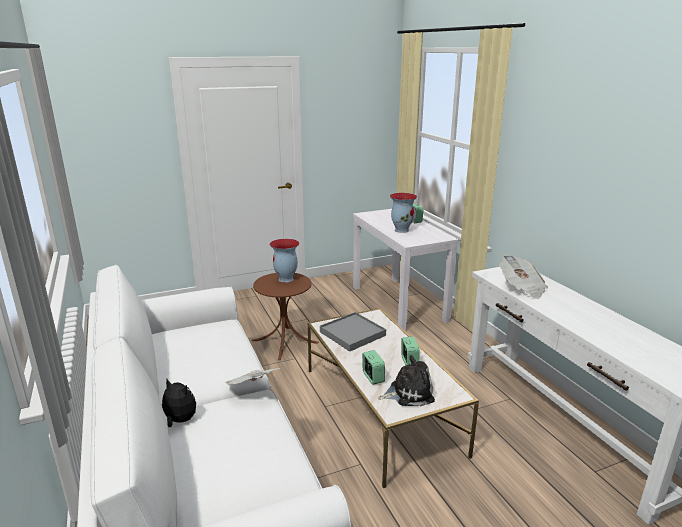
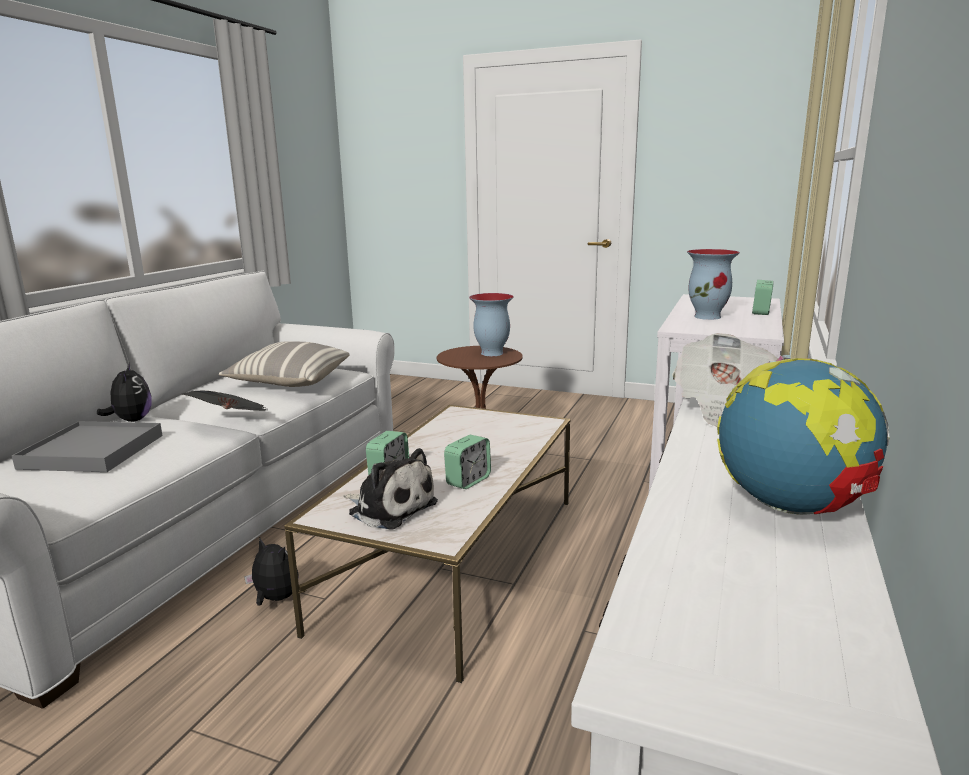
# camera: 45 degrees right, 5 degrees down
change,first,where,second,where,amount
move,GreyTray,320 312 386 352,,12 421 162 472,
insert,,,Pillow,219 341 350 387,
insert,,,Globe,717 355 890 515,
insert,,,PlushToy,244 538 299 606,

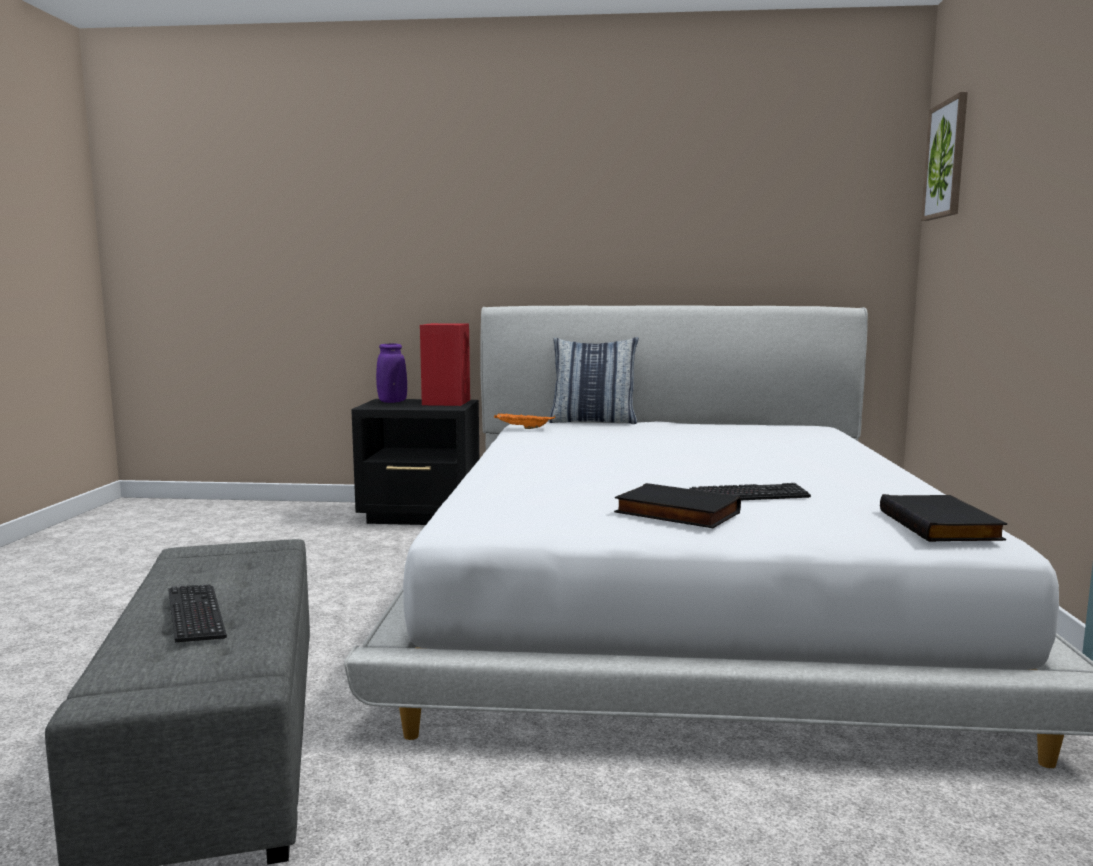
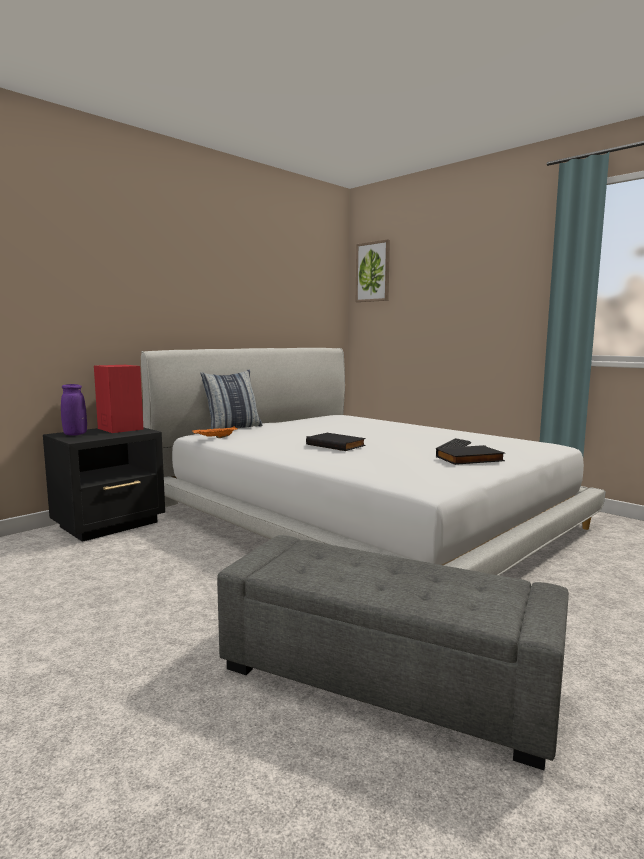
# camera: 50 degrees left, 0 degrees up
change,first,where,second,where,amount
move,BlackBook,880 494 1007 542,,306 433 366 451,
delete,Keyboard,168 585 227 642,,,

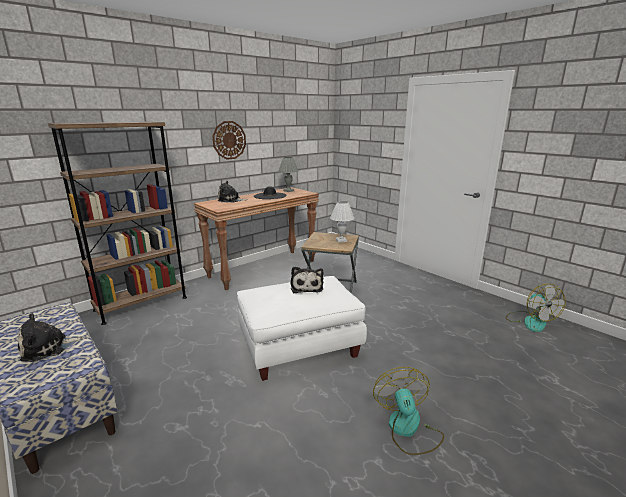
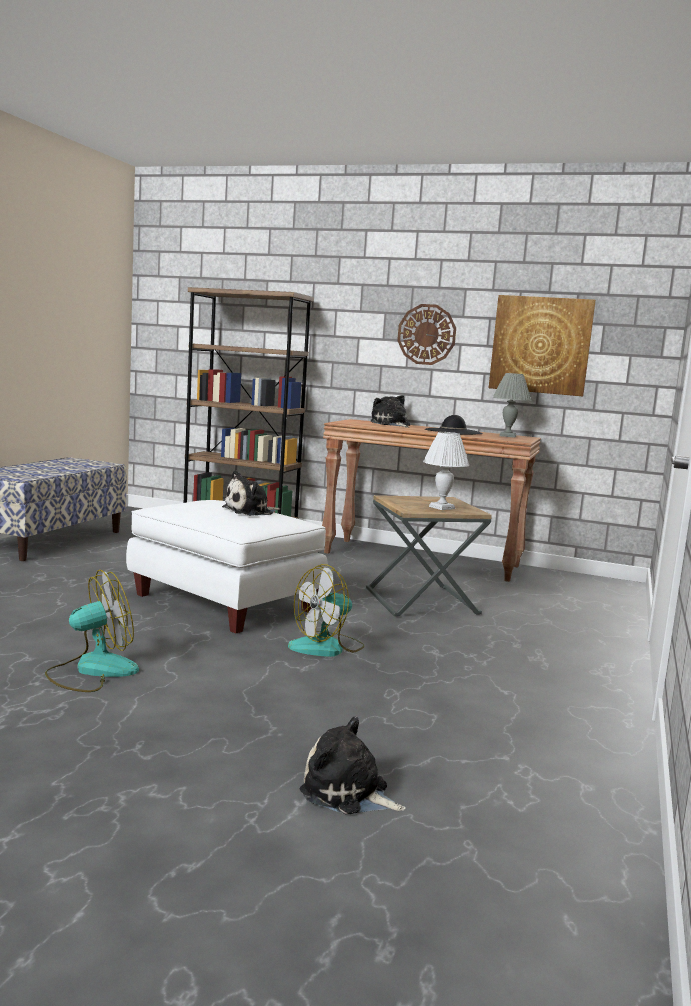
# camera: 60 degrees right, 10 degrees down
change,first,where,second,where,amount
move,Fan,506 284 566 332,,288 564 365 657,
move,PlushToy,18 313 84 362,,299 717 406 815,
insert,,,Picture,489 295 596 396,

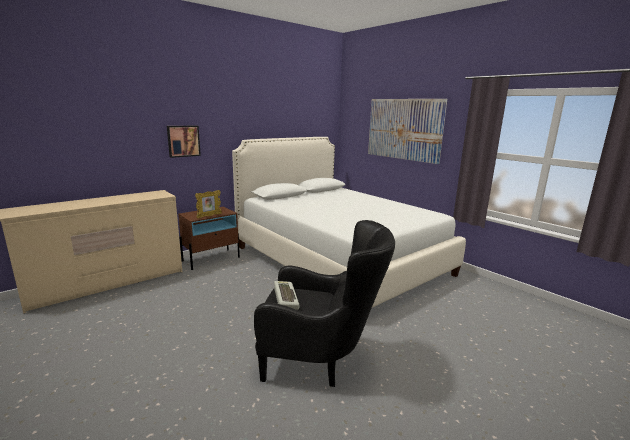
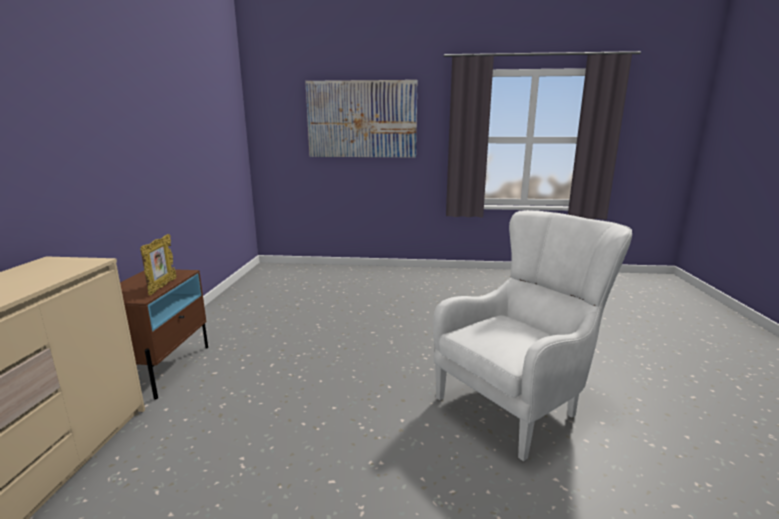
# camera: 45 degrees left, 0 degrees up
change,first,where,second,where,amount
delete,Picture,167 126 201 158,,,
delete,WhiteBed,232 137 466 308,,,
recolor,BlackArmchair,254 220 395 387,WhiteArmchair,433 210 632 461,
delete,Keyboard,274 281 299 310,,,

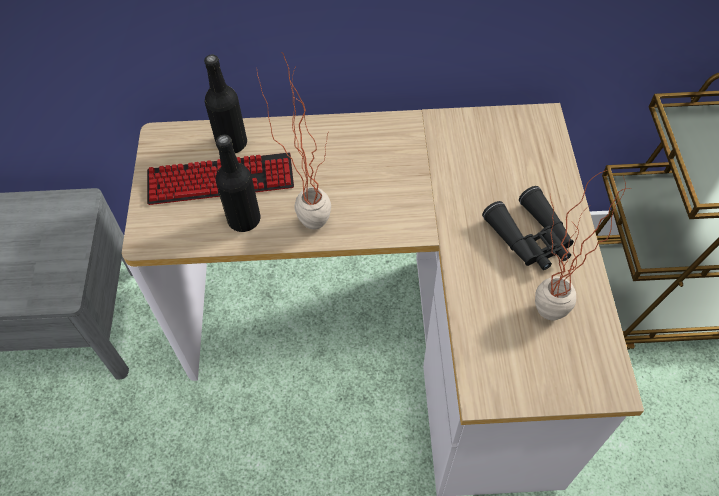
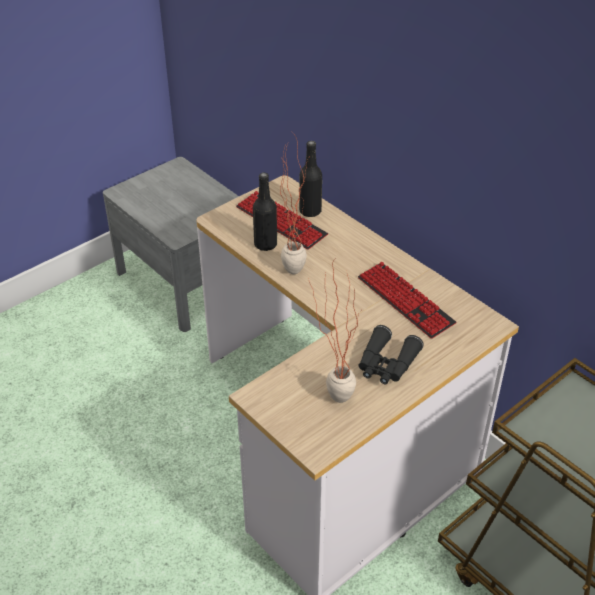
# camera: 50 degrees right, 15 degrees down
change,first,where,second,where,amount
insert,,,Keyboard,358 262 456 339,

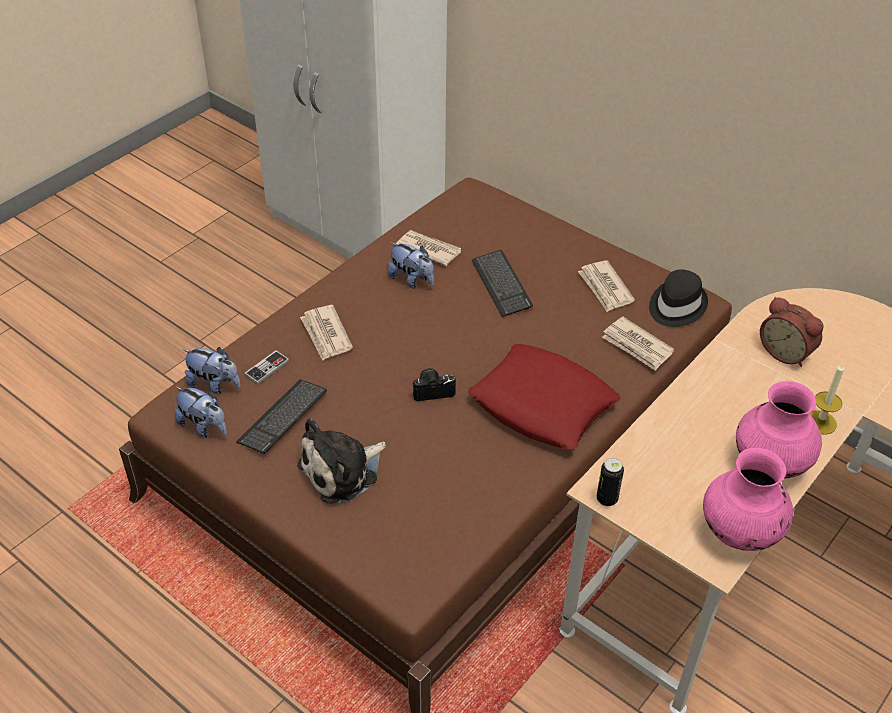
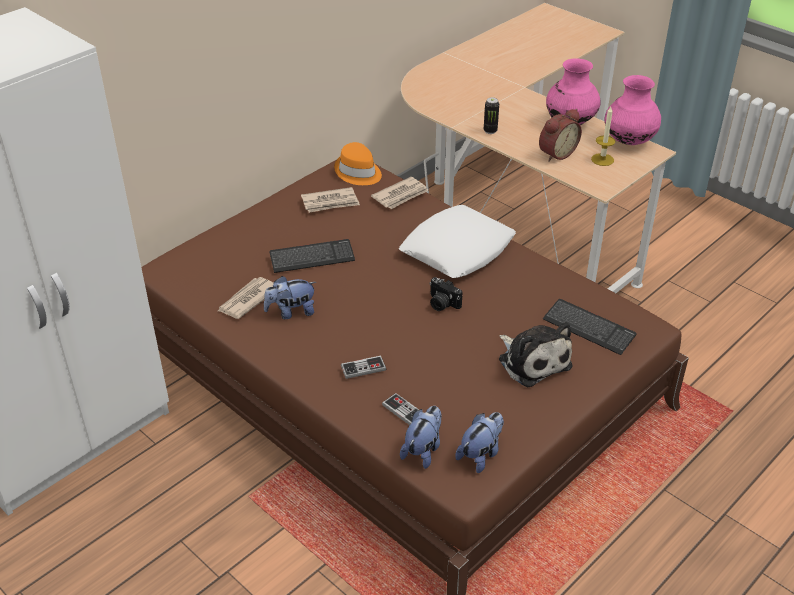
# camera: 85 degrees left, 5 degrees down
change,first,where,second,where,amount
rotate,PlushToy,388 242 434 289,,264 276 316 319,150 degrees counterclockwise
recolor,BlackHat,649 270 708 327,OrangeHat,334 142 382 185,
move,AlarmClock,760 297 824 367,,539 109 582 162,
replace,Newspaper,300 305 353 361,GameController,341 356 386 379,
recolor,RedPillow,468 344 621 450,WhitePillow,399 205 516 278,
move,Candle,809 363 844 435,,591 107 615 166,
rotate,PhotoCamera,412 368 456 401,,430 277 463 311,45 degrees counterclockwise
move,Keyboard,236 379 327 454,,543 299 637 355,
move,Can,597 458 624 506,,484 97 499 134,

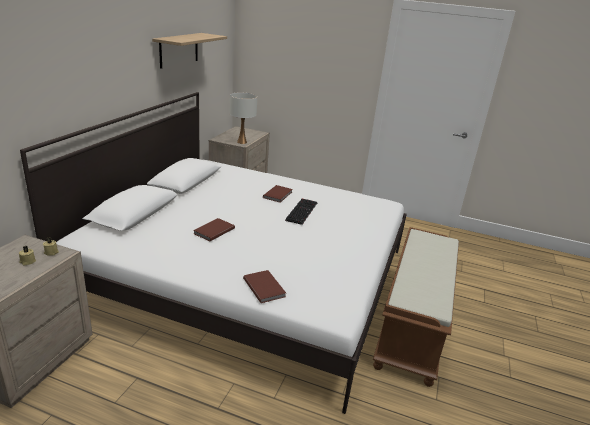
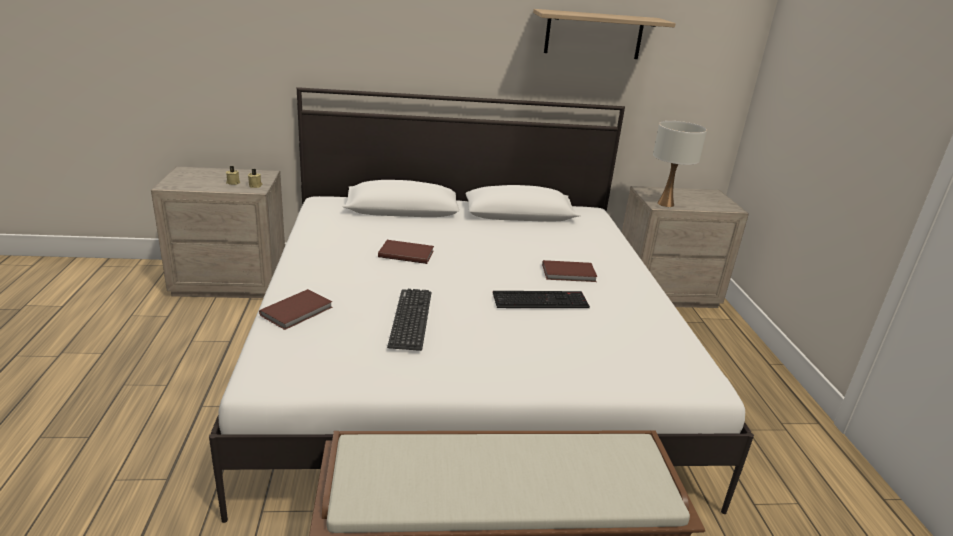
# camera: 65 degrees right, 0 degrees up
change,first,where,second,where,amount
insert,,,Keyboard,387 289 431 351,

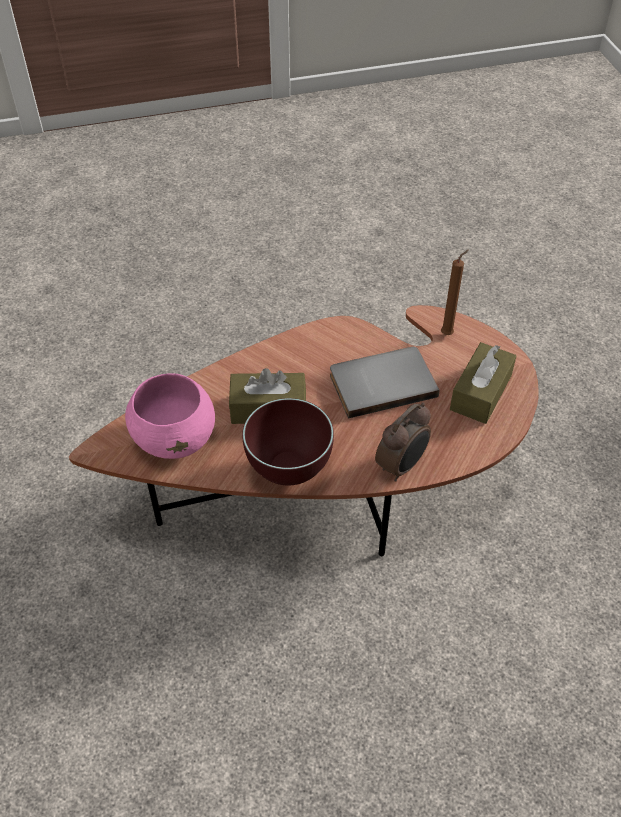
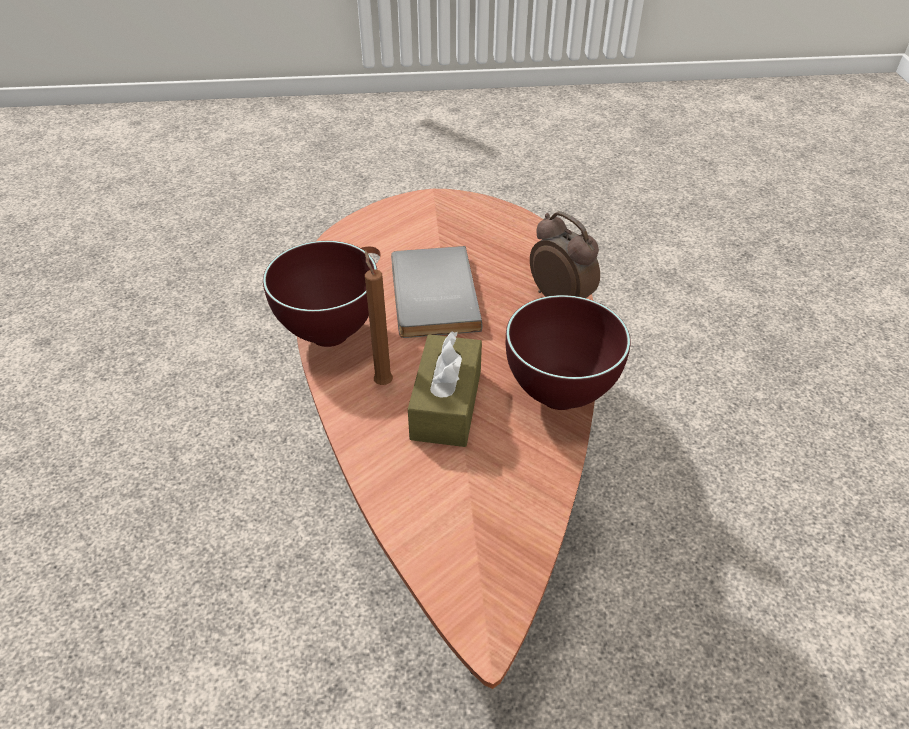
# camera: 80 degrees left, 5 degrees down
change,first,where,second,where,amount
move,BrownCandle,441 249 469 335,,365 250 393 385,
delete,BrownTissueBox,450 342 516 424,,,
delete,PinkBowl,125 373 215 459,,,
insert,,,BrownBowl,263 241 377 347,

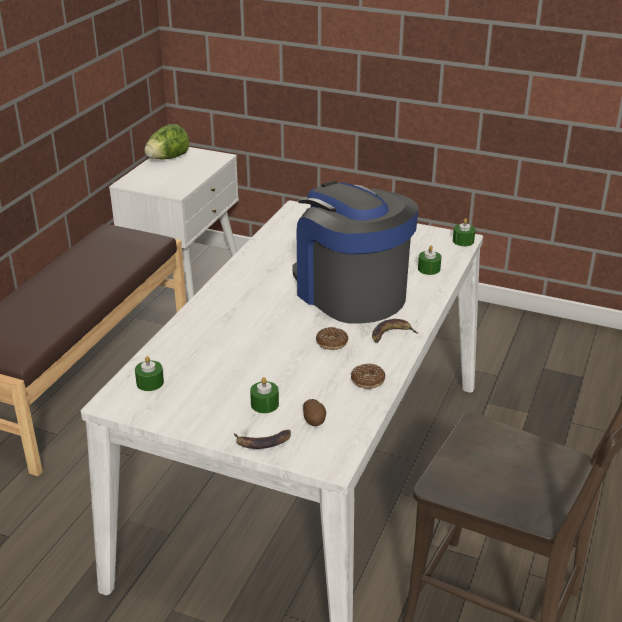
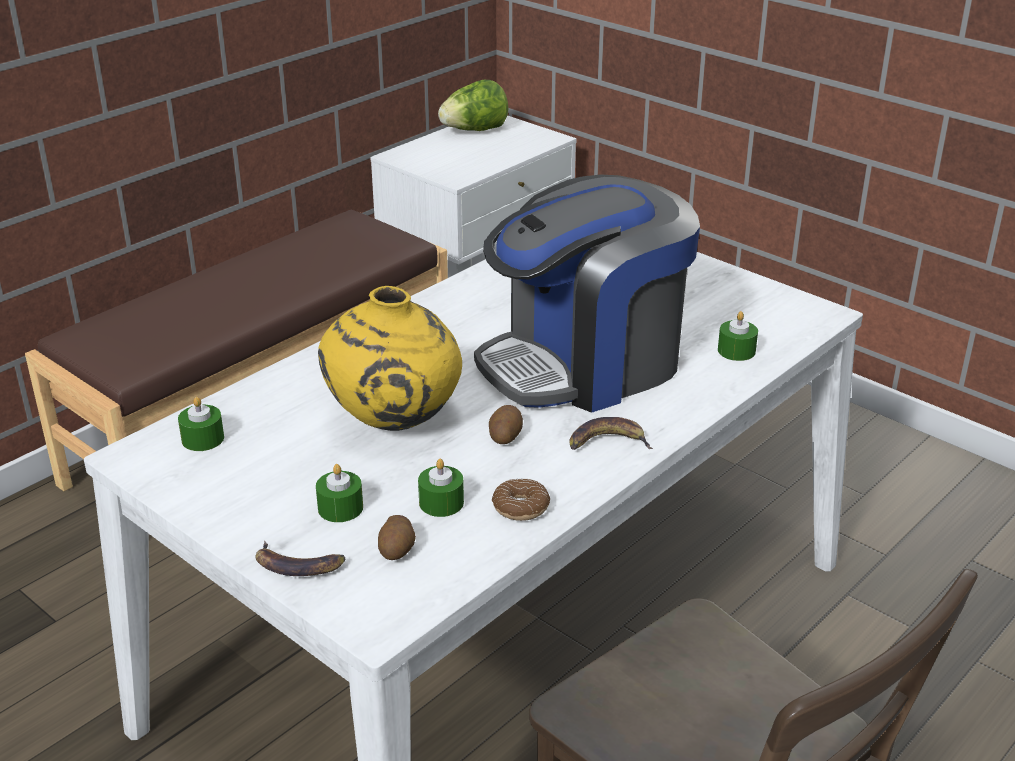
# camera: 20 degrees right, 0 degrees up
change,first,where,second,where,amount
rotate,CoffeeMachine,292 181 419 324,,474 174 700 413,105 degrees counterclockwise
move,GreenCandle,453 218 475 246,,418 459 464 517,
replace,Donut,316 327 348 350,Potato,489 405 523 444,
insert,,,YellowVase,318 286 462 431,

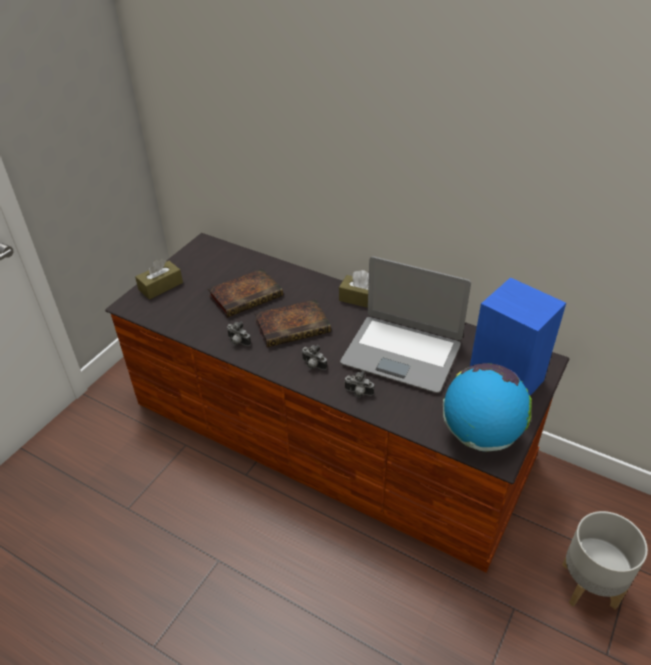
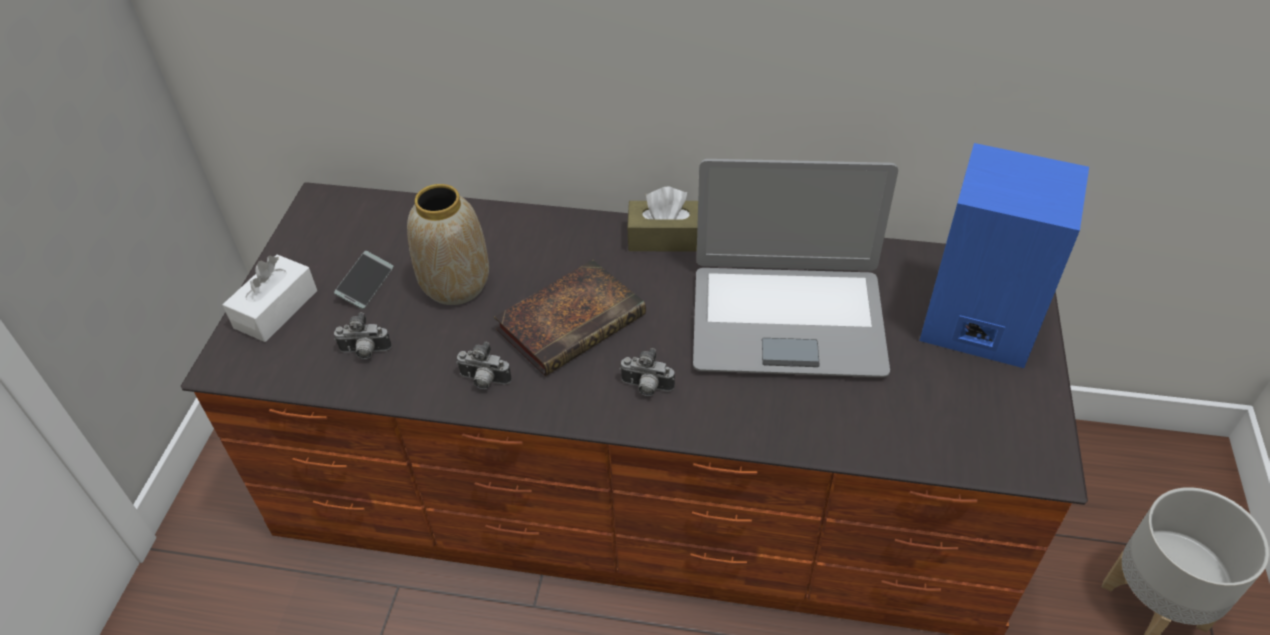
# camera: 20 degrees left, 5 degrees up
change,first,where,second,where,amount
recolor,BrownTissueBox,135 259 183 300,WhiteTissueBox,222 255 317 342,
replace,Book,208 268 283 318,Vase,407 184 489 305,
delete,Globe,443 363 532 452,,,
move,PhotoCamera,344 371 374 397,,334 312 392 359,
insert,,,Phone,334 251 393 309,

